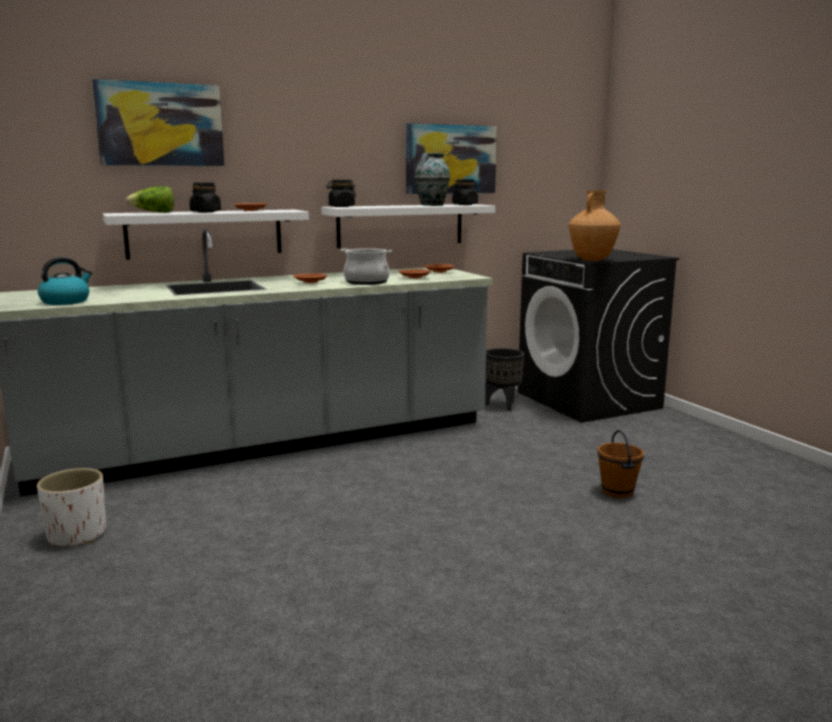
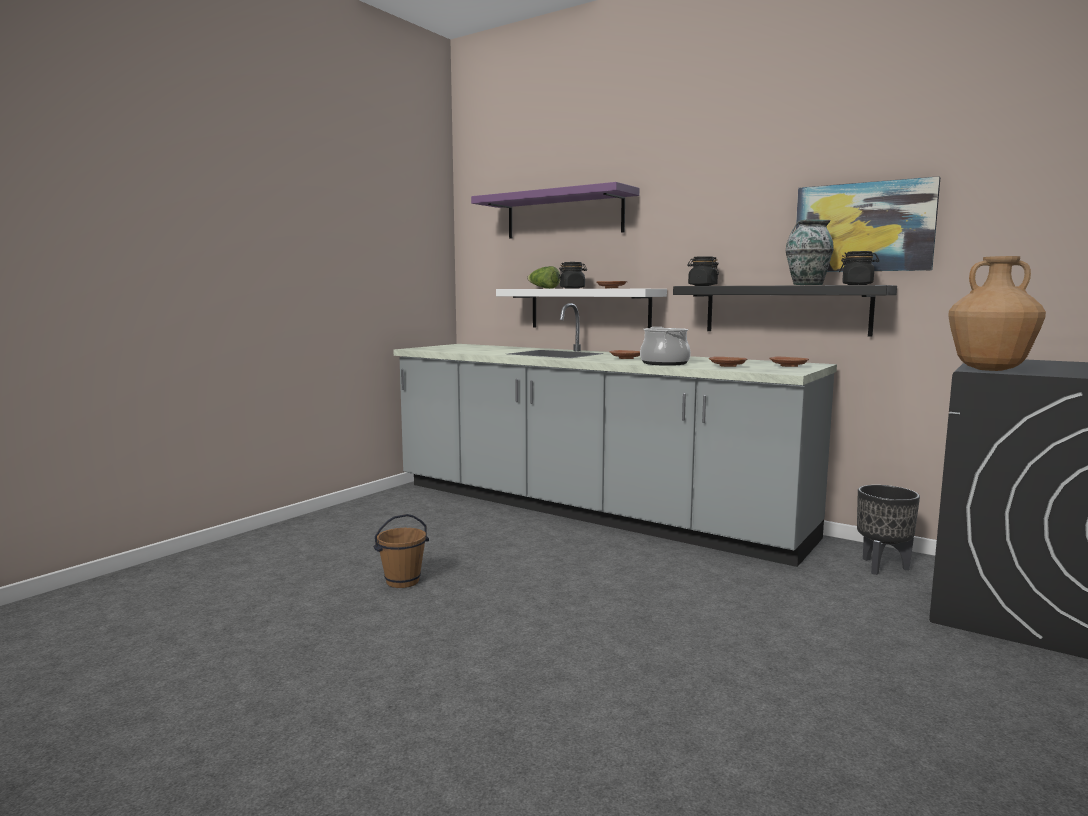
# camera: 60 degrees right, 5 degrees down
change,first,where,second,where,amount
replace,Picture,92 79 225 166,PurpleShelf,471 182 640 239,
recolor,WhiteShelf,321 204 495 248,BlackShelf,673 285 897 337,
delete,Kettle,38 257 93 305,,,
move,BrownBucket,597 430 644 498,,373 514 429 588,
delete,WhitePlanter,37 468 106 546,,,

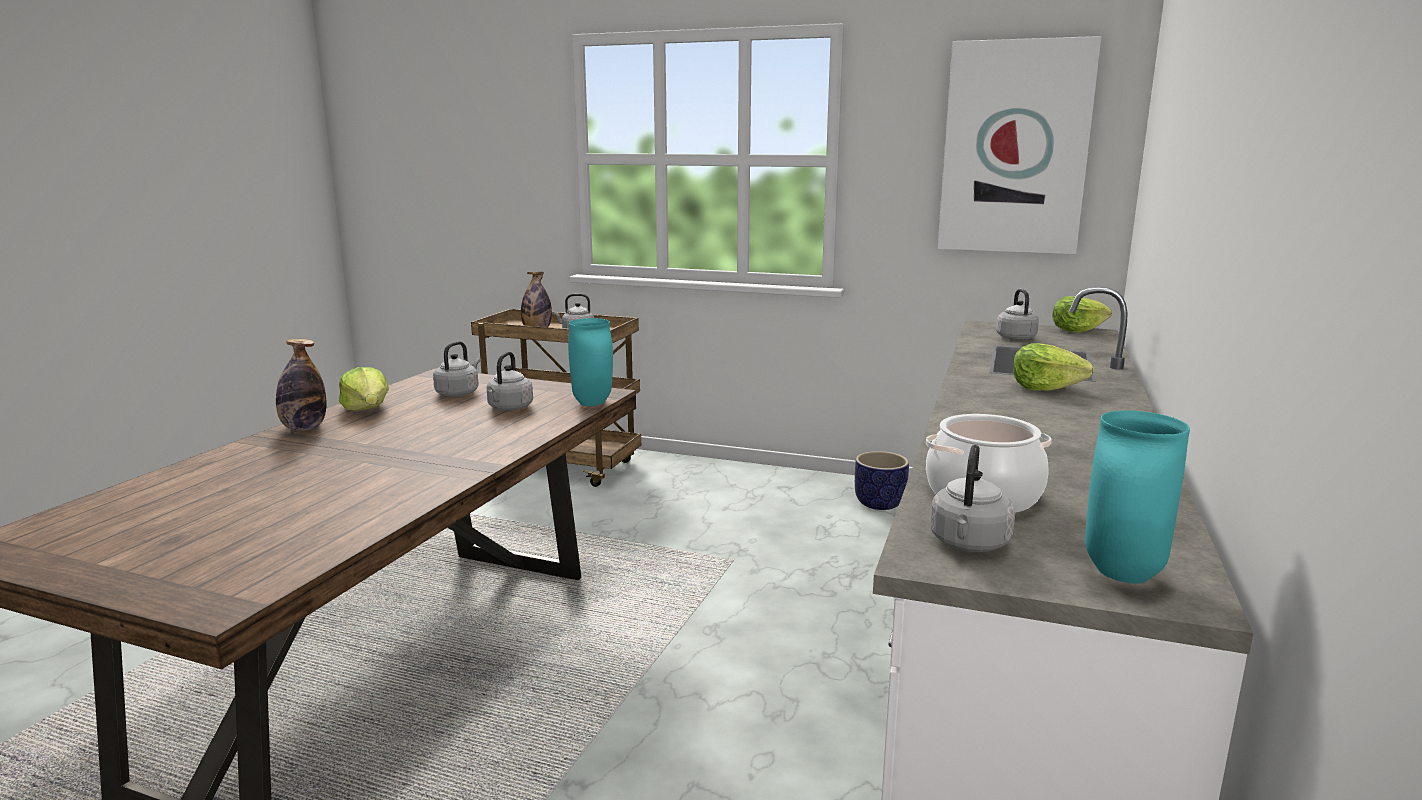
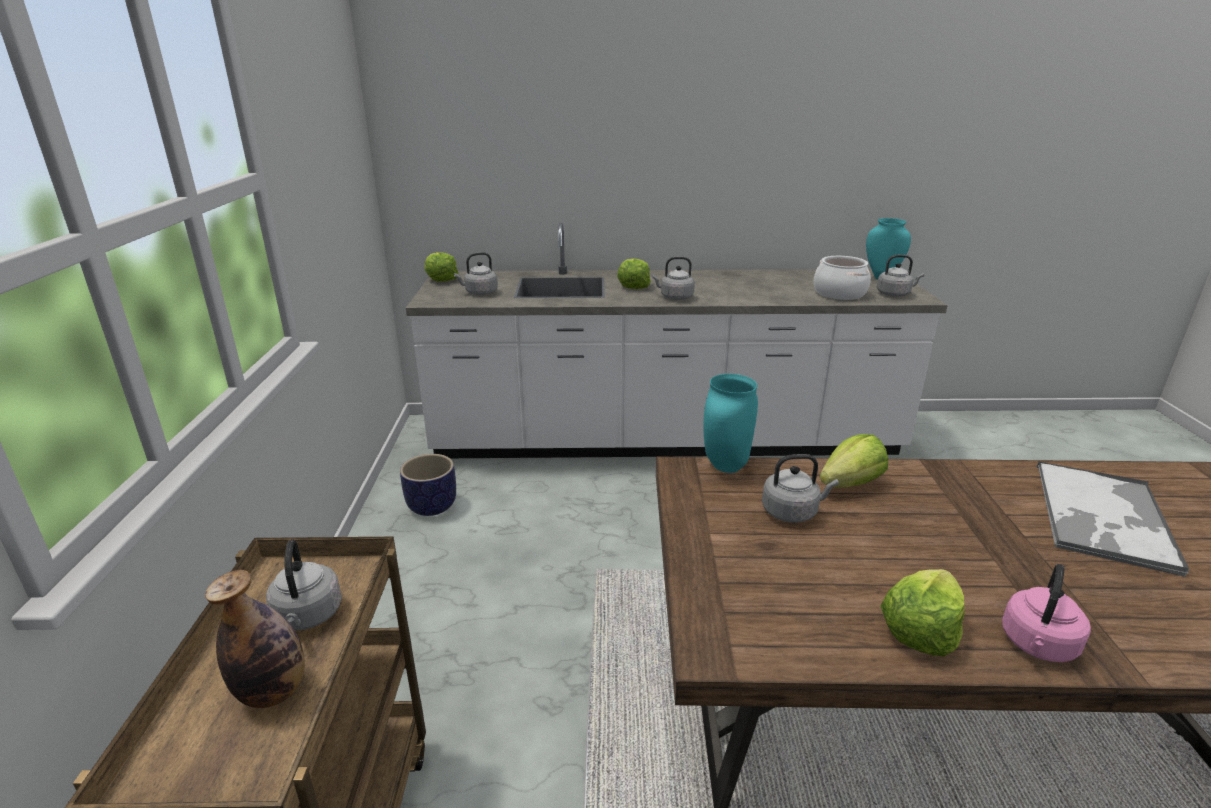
# camera: 110 degrees left, 10 degrees up
change,first,where,second,where,amount
delete,Picture,937 36 1102 254,,,
replace,Bottle,276 339 326 431,PinkKettle,1002 564 1091 662,
move,GreyKettle,433 341 480 397,,652 257 695 300,
insert,,,Lettuce,820 434 888 488,
insert,,,Tray,1036 462 1190 577,

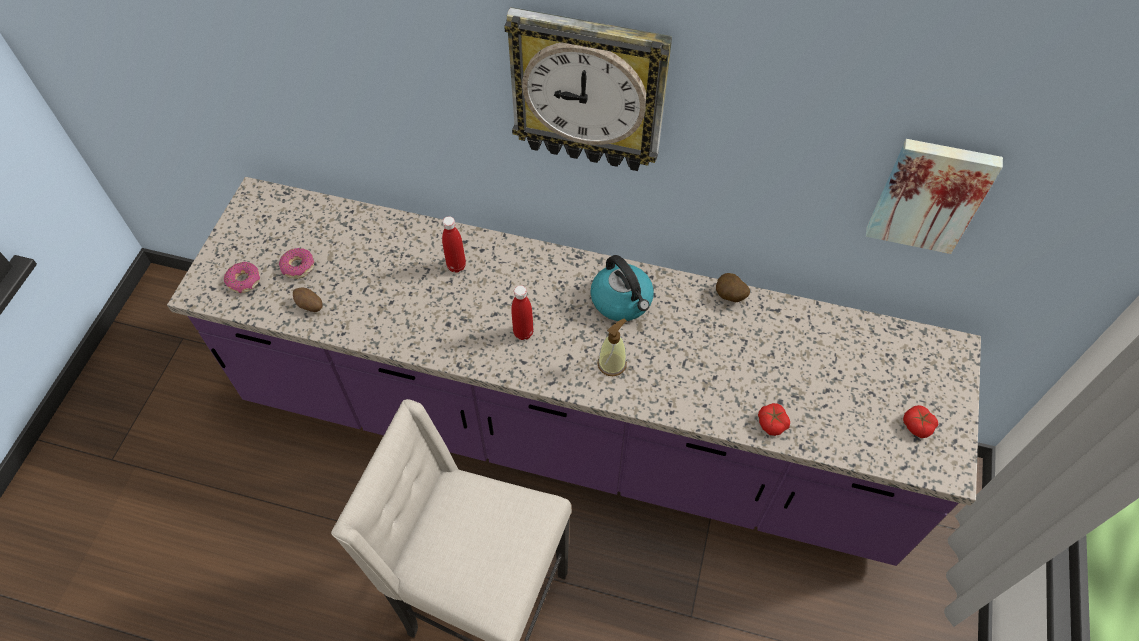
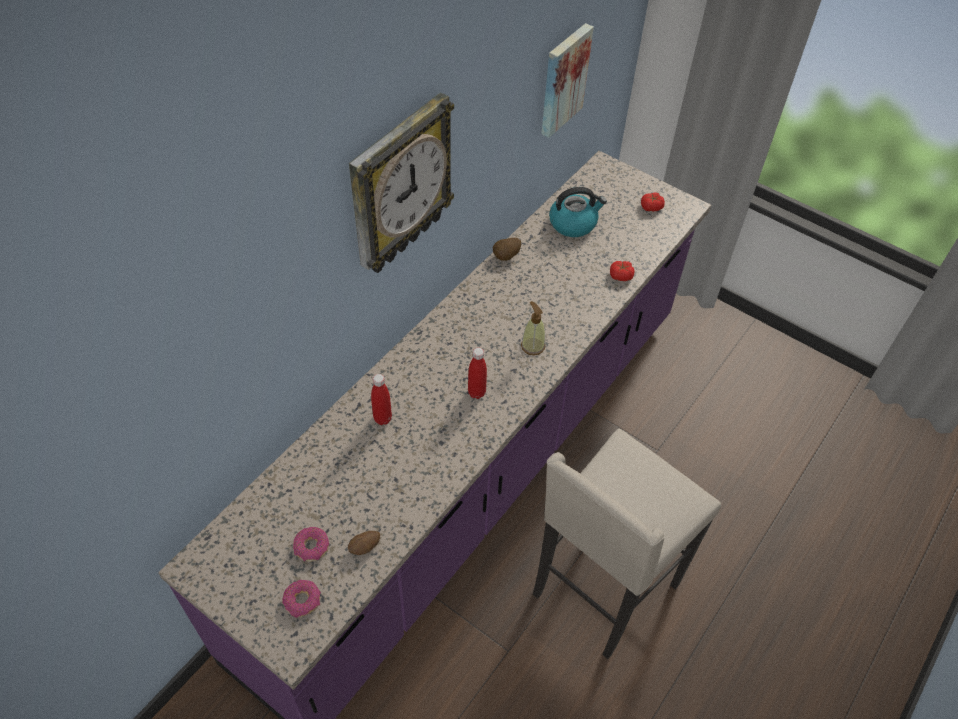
# camera: 70 degrees left, 5 degrees down
change,first,where,second,where,amount
move,Kettle,590 255 654 321,,549 187 607 237,

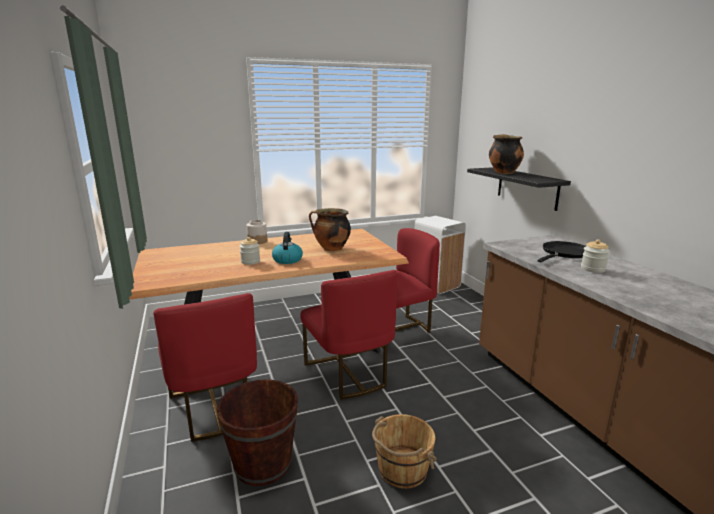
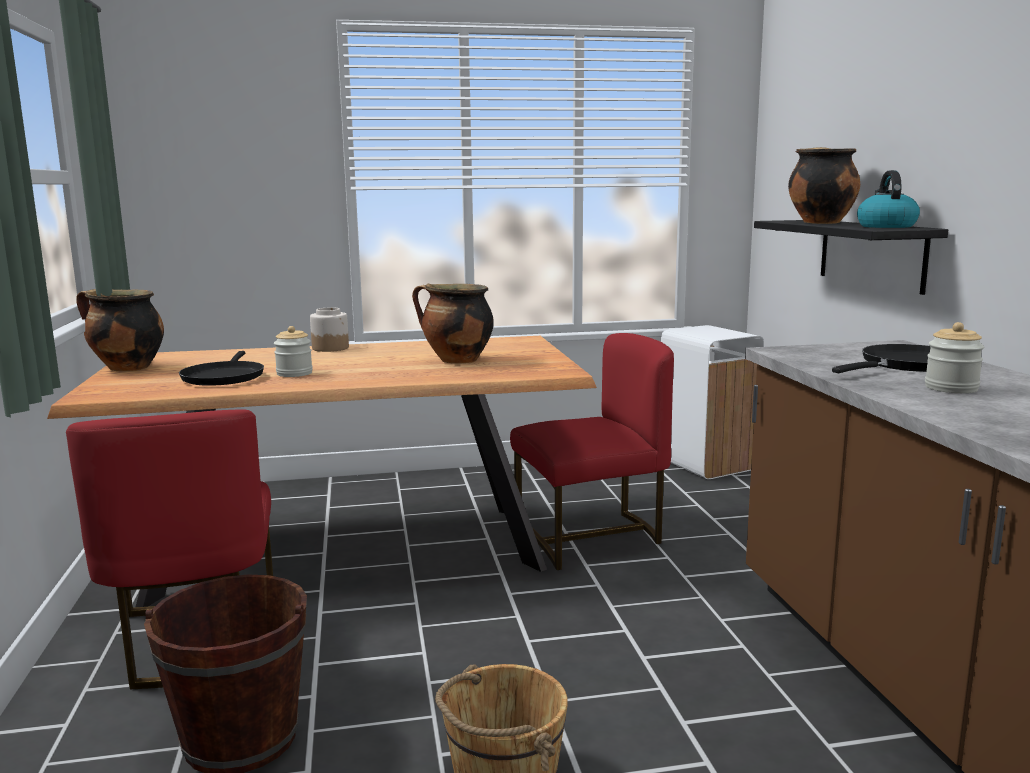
# camera: 10 degrees right, 5 degrees down
change,first,where,second,where,amount
move,Kettle,272 232 303 264,,857 170 920 228,
delete,RedChair,300 270 397 400,,,
insert,,,CookingPot,76 289 164 371,
insert,,,BlackFryingPan,179 351 264 386,

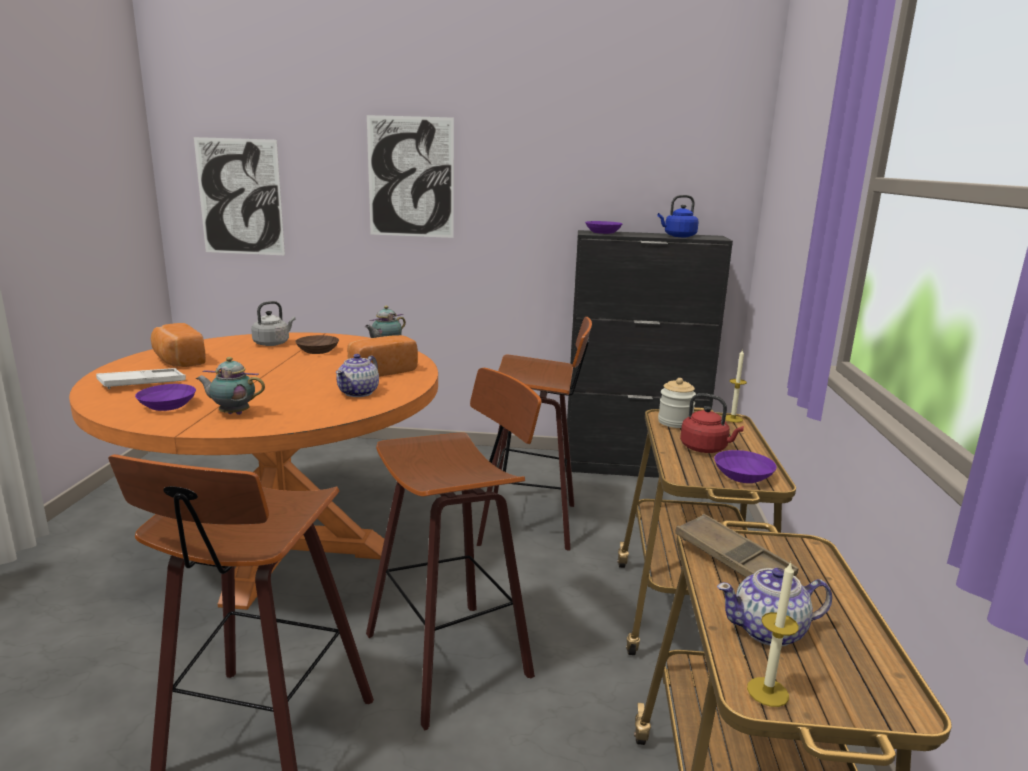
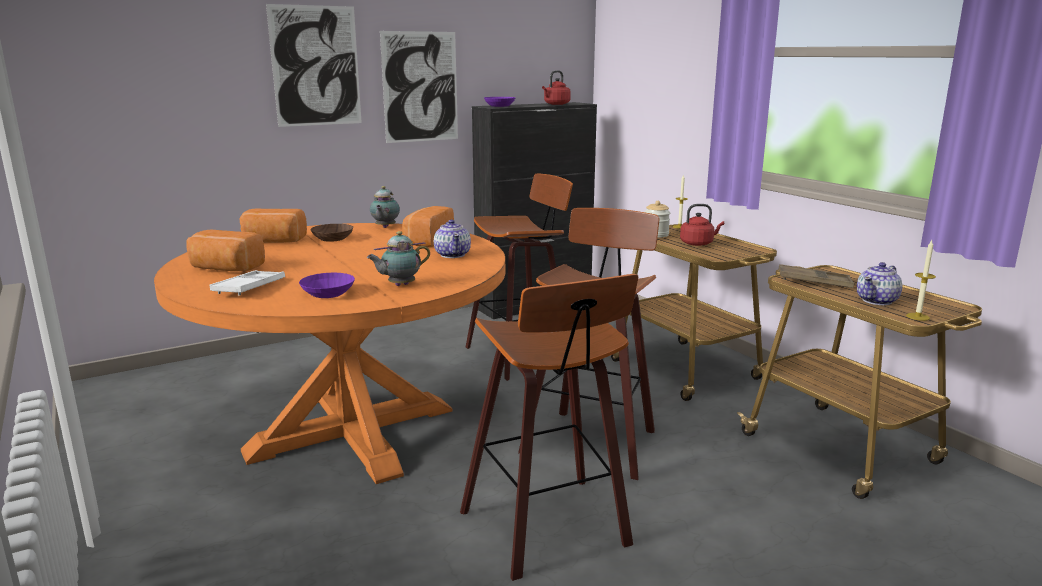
# camera: 35 degrees left, 0 degrees up
change,first,where,second,where,amount
move,Picture,194 137 285 255,,380 31 458 143,
recolor,BlueKettle,657 195 699 237,RedKettle,542 70 571 105,
replace,GreyKettle,251 301 296 346,Bread,239 209 307 243,
delete,PurpleBowl,714 450 777 483,,,

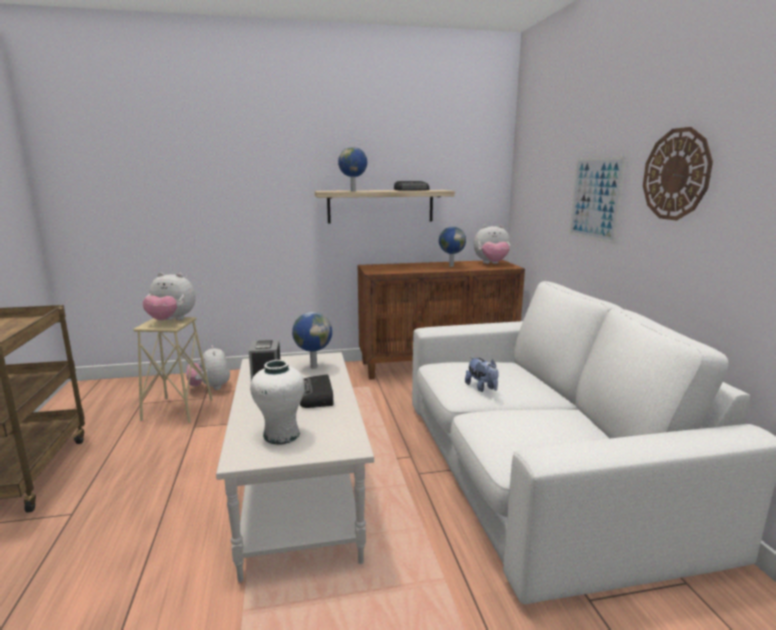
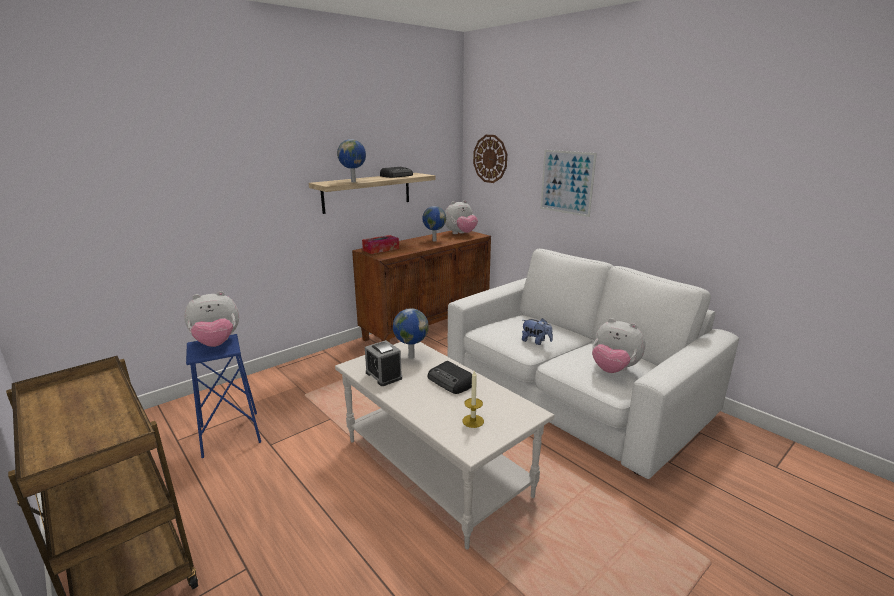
# camera: 30 degrees left, 5 degrees up
change,first,where,second,where,amount
move,WallClock,643 127 713 220,,473 135 507 183,
recolor,BeigeStool,133 317 213 423,BlueStool,186 334 261 458,
move,PlushToy,186 345 230 390,,592 318 645 373,
replace,WhiteVase,250 360 305 445,Candle,463 370 484 428,
insert,,,TissueBox,362 235 399 254,

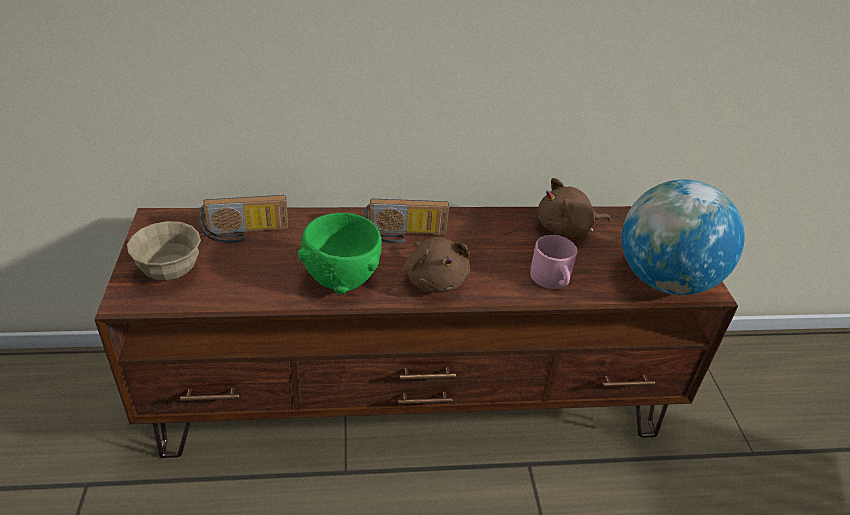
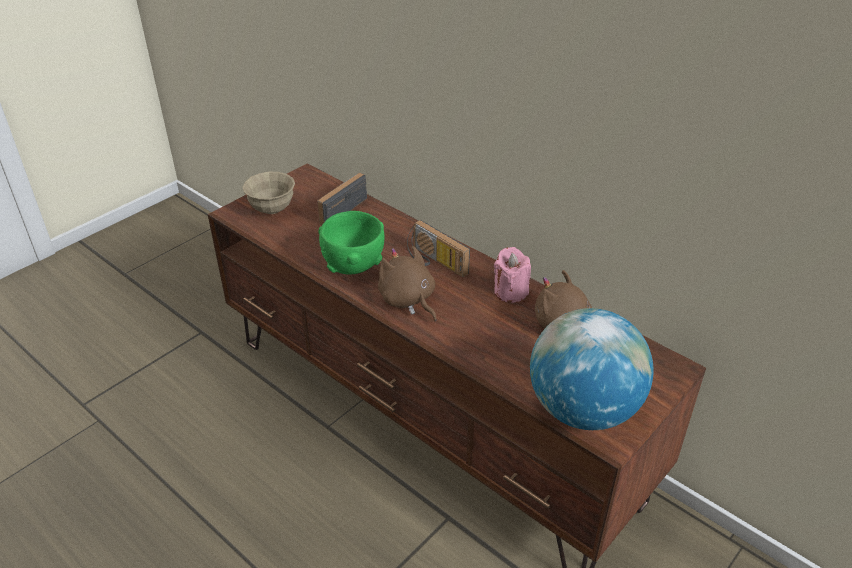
# camera: 50 degrees right, 0 degrees up
change,first,where,second,where,amount
rotate,Radio,198 195 289 243,,318 173 367 225,90 degrees clockwise
delete,PinkMug,530 235 577 289,,,
rotate,BrownPlushToy,403 237 470 293,,378 246 437 321,120 degrees clockwise
insert,,,PinkCandle,494 247 531 303,

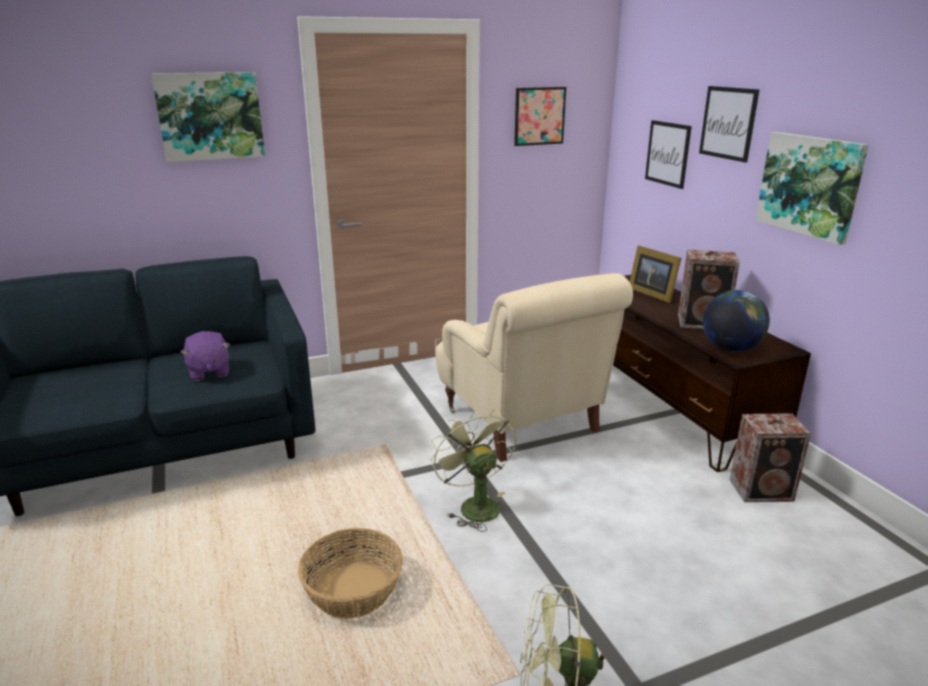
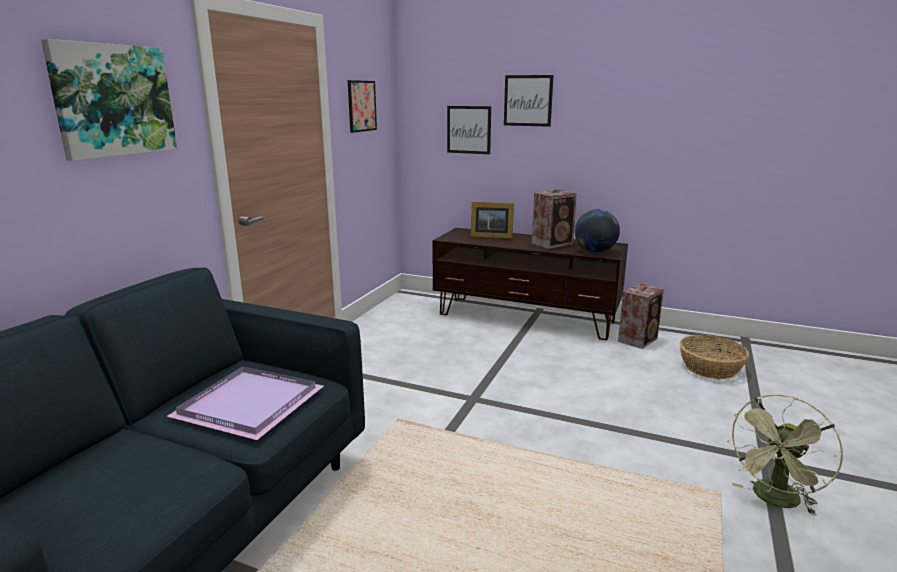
# camera: 45 degrees left, 5 degrees down
change,first,where,second,where,amount
delete,Picture,755 132 869 245,,,
delete,BeigeArmchair,435 273 633 462,,,
replace,PurplePlushToy,180 331 230 381,PurpleTray,166 366 324 440,
delete,GreenFan,430 408 516 532,,,
move,Basket,298 528 403 619,,680 335 749 379,

